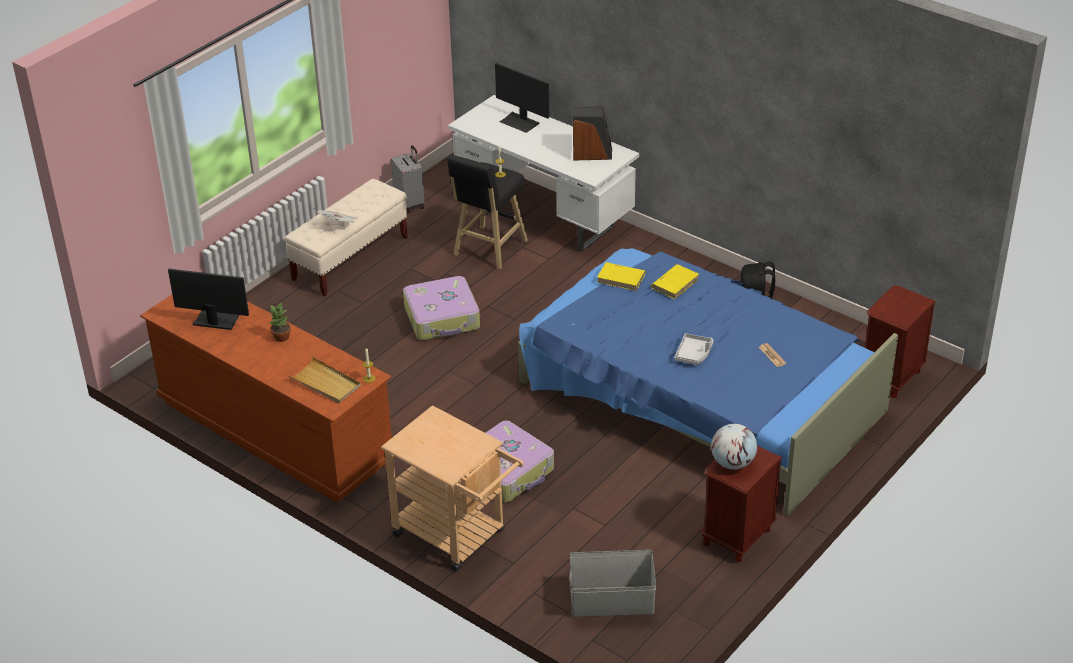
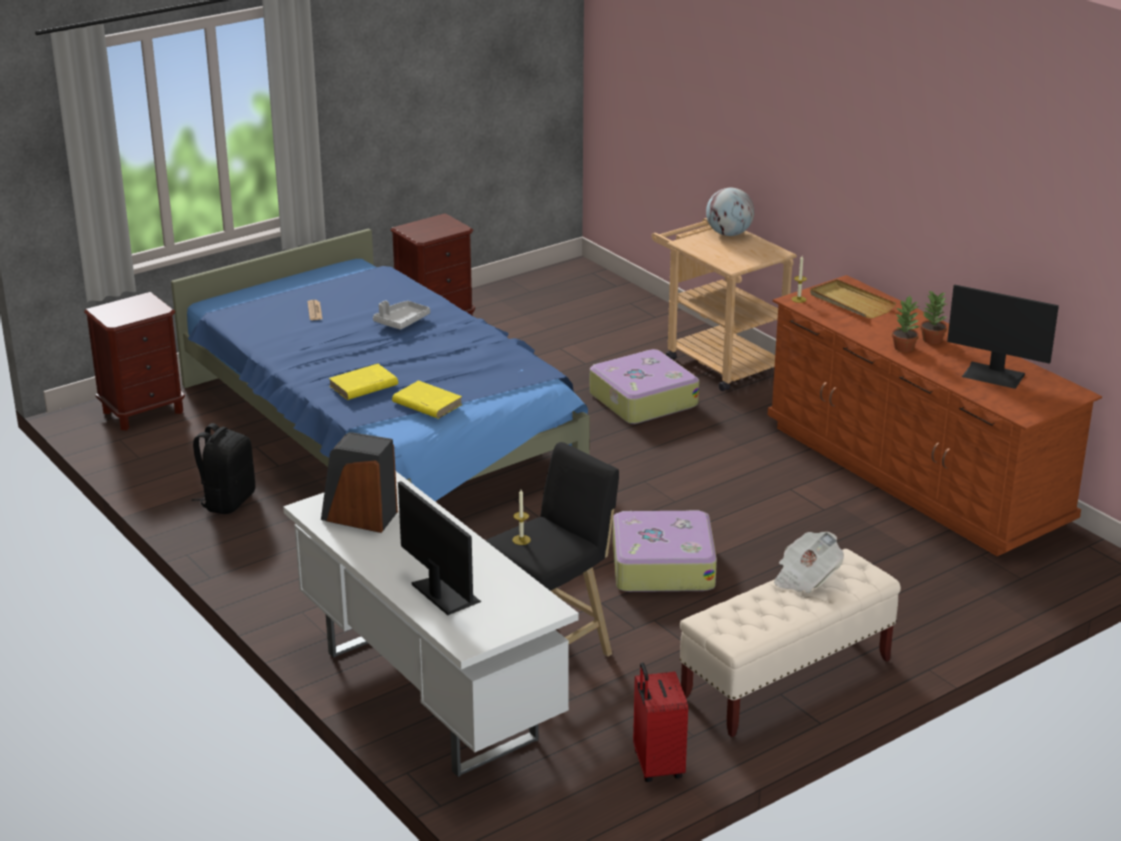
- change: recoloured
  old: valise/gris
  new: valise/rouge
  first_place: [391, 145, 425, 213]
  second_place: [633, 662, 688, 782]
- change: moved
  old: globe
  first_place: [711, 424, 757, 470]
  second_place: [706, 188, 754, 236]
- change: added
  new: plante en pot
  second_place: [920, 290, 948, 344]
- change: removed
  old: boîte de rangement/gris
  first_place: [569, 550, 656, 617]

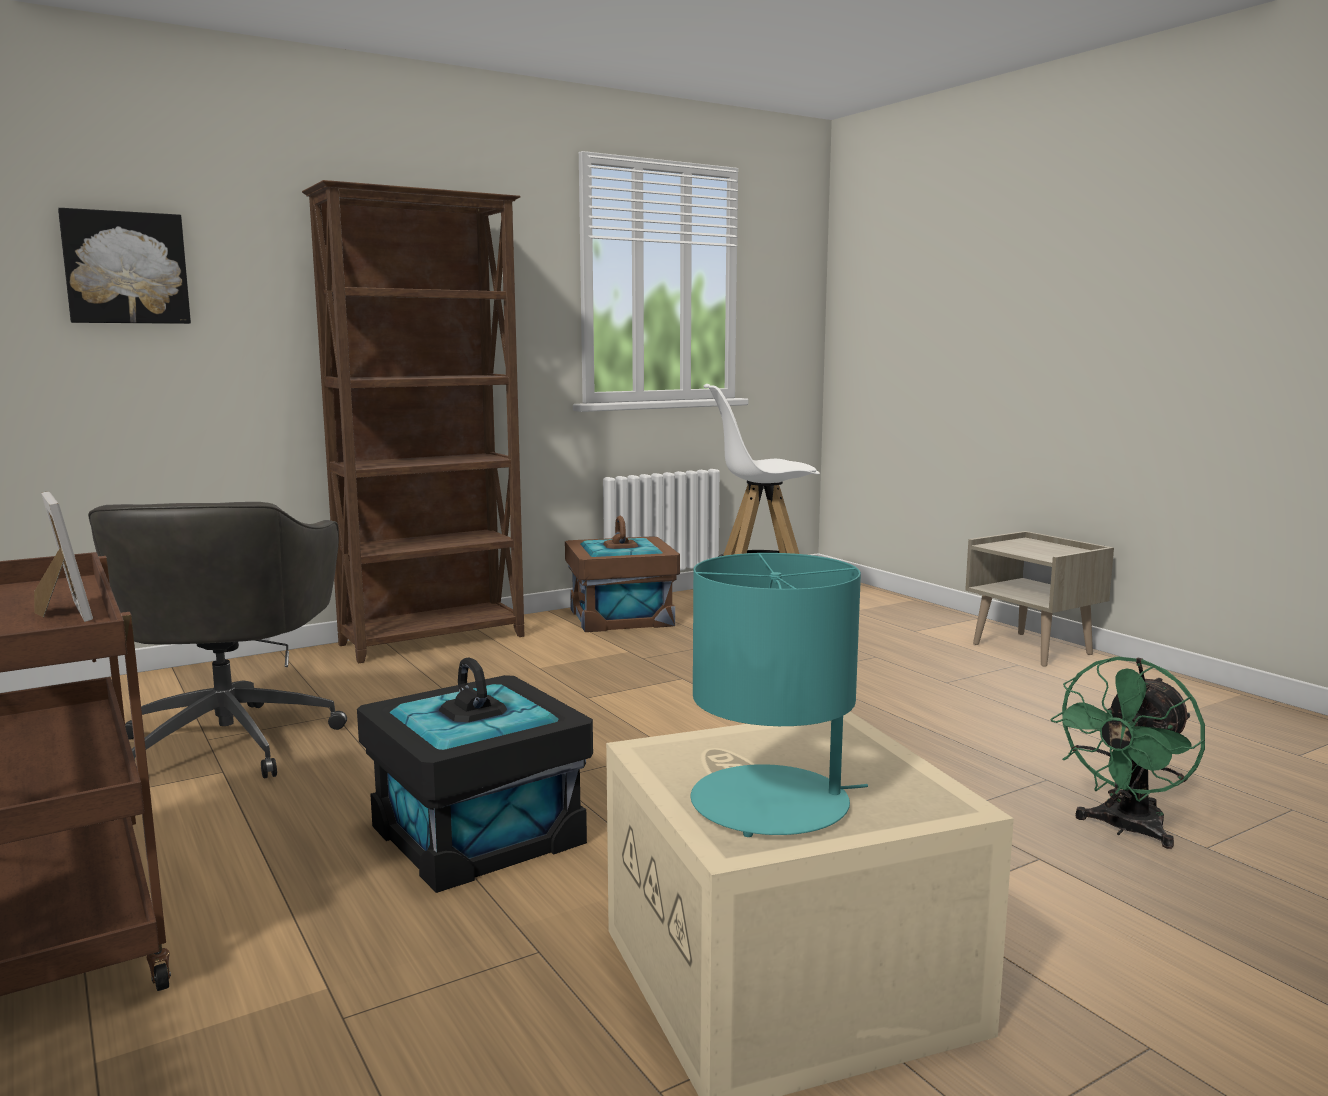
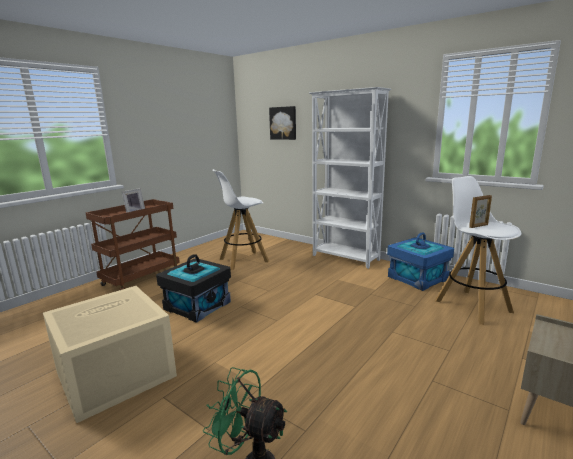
- change: replaced
  old: chaise de bureau/gris
  new: tabouret/blanc
  first_place: [88, 502, 347, 779]
  second_place: [212, 169, 269, 270]
- change: recoloured
  old: bibliothèque/marron
  new: bibliothèque/blanc
  first_place: [302, 180, 524, 663]
  second_place: [309, 87, 391, 269]
- change: recoloured
  old: boîte de rangement/marron
  new: boîte de rangement/bleu
  first_place: [565, 516, 680, 632]
  second_place: [387, 232, 454, 291]
- change: added
  new: cadre photo
  second_place: [469, 195, 492, 228]
- change: removed
  old: lampe de table/turquoise
  first_place: [691, 553, 868, 837]

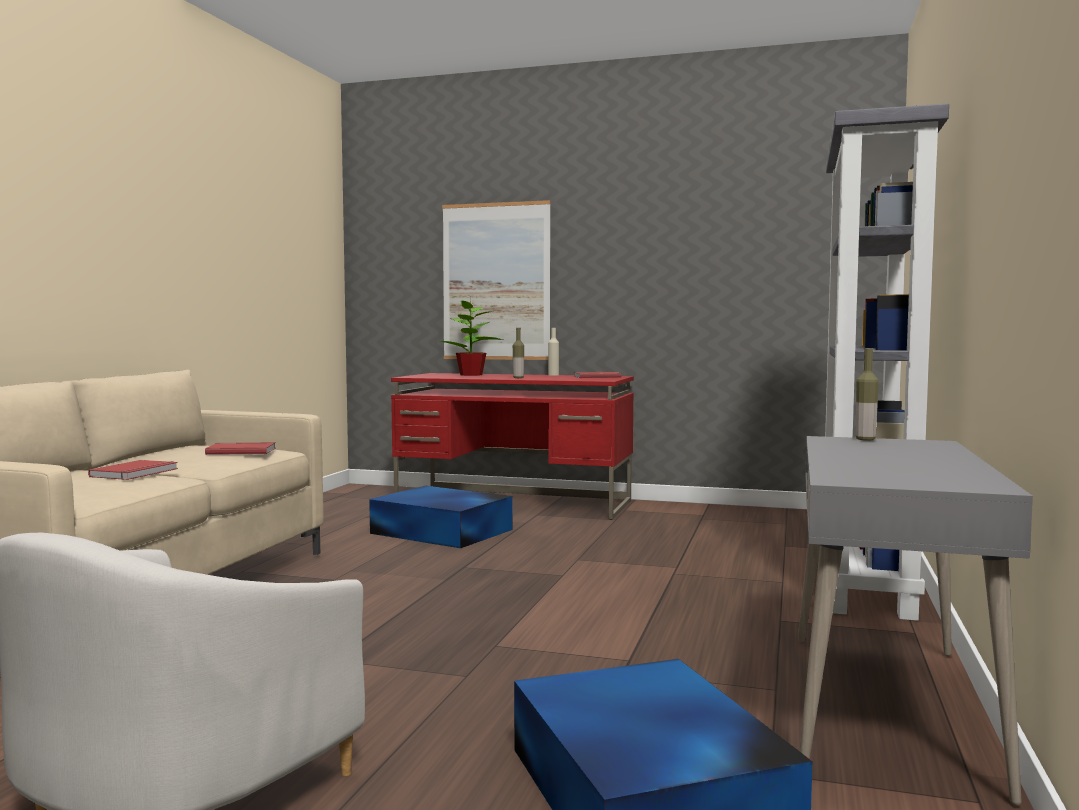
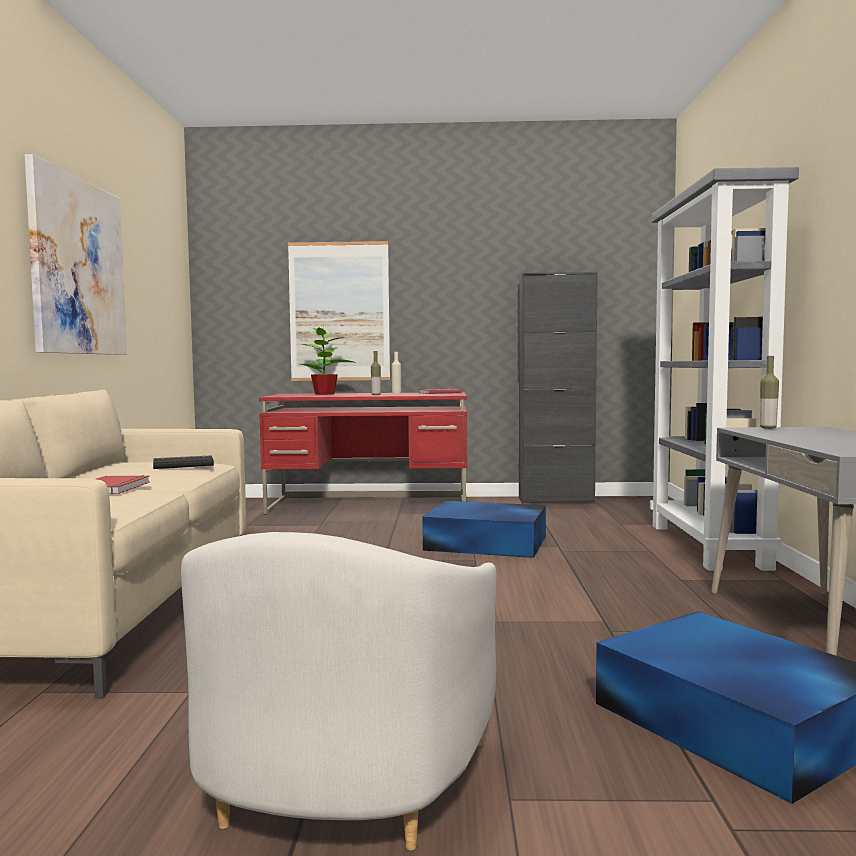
- change: added
  new: tableau
  second_place: [25, 154, 127, 355]
- change: recoloured
  old: livre/rouge
  new: livre/noir
  first_place: [205, 442, 276, 455]
  second_place: [153, 455, 214, 469]
- change: moved
  old: boîte de rangement/bleu
  first_place: [369, 486, 513, 548]
  second_place: [422, 501, 546, 558]
- change: added
  new: meuble de rangement/noir
  second_place: [519, 272, 598, 504]

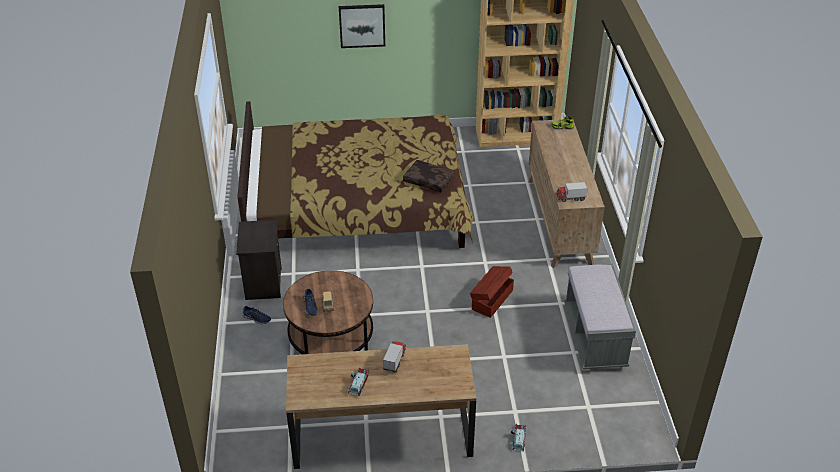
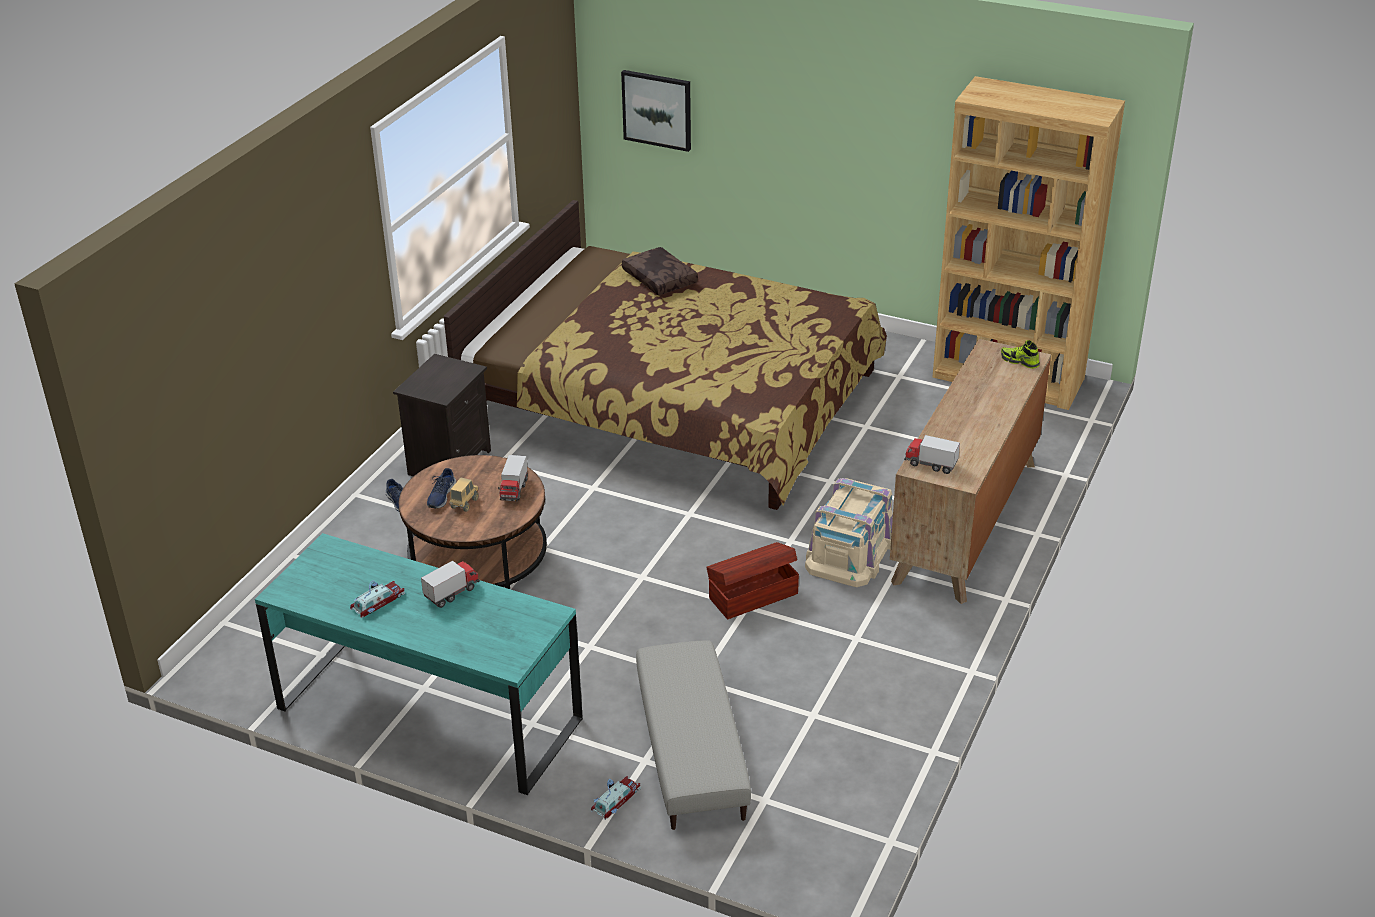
- change: recoloured
  old: bureau/marron
  new: bureau/turquoise
  first_place: [286, 344, 477, 469]
  second_place: [255, 533, 583, 795]
- change: added
  new: camion jouet
  second_place: [498, 455, 528, 501]
- change: moved
  old: tableau
  first_place: [339, 4, 385, 48]
  second_place: [621, 70, 691, 152]
- change: moved
  old: coussin/marron
  first_place: [403, 160, 455, 193]
  second_place: [622, 247, 698, 295]
- change: added
  new: pouf/gris
  second_place: [636, 640, 751, 830]
- change: added
  new: boîte de rangement/beige
  second_place: [805, 478, 893, 587]
- change: removed
  old: banc/gris
  first_place: [564, 264, 636, 369]

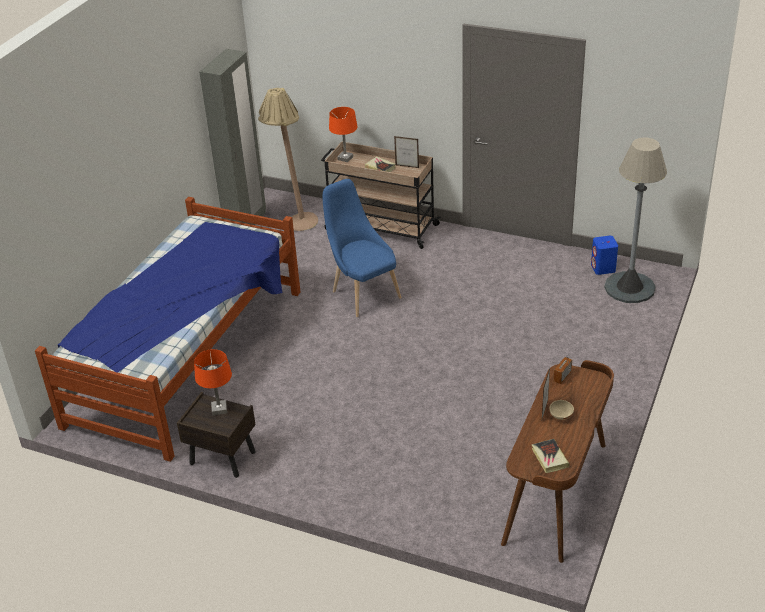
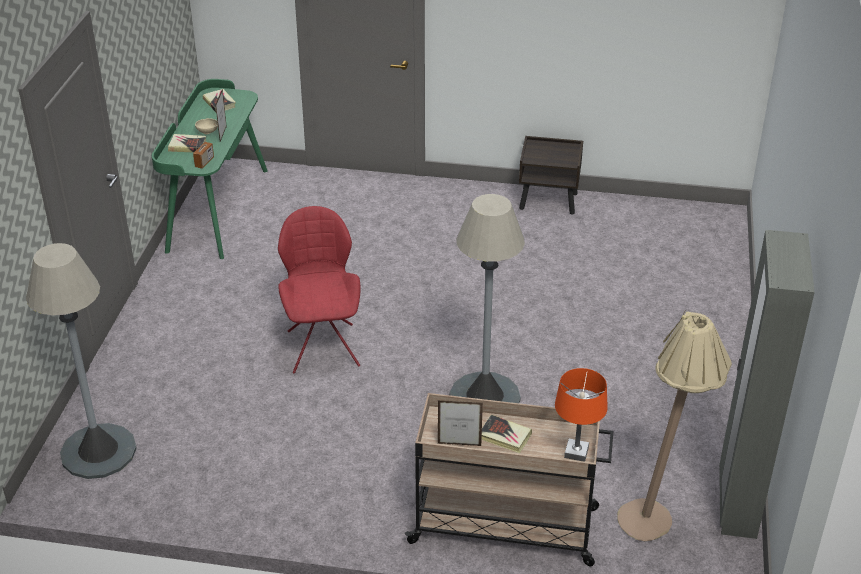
- change: recoloured
  old: bureau/marron
  new: bureau/vert
  first_place: [501, 360, 614, 563]
  second_place: [152, 79, 268, 259]
- change: added
  new: livre
  second_place: [168, 134, 207, 152]
- change: added
  new: chaise/rouge
  second_place: [278, 206, 361, 374]
- change: replaced
  old: chaise/bleu
  new: lampadaire/gris
  first_place: [323, 179, 402, 317]
  second_place: [450, 194, 525, 403]
- change: removed
  old: lit
  first_place: [35, 197, 300, 462]
- change: removed
  old: lampe de table/orange
  first_place: [194, 349, 232, 415]
- change: removed
  old: enceinte/bleu
  first_place: [591, 236, 618, 275]

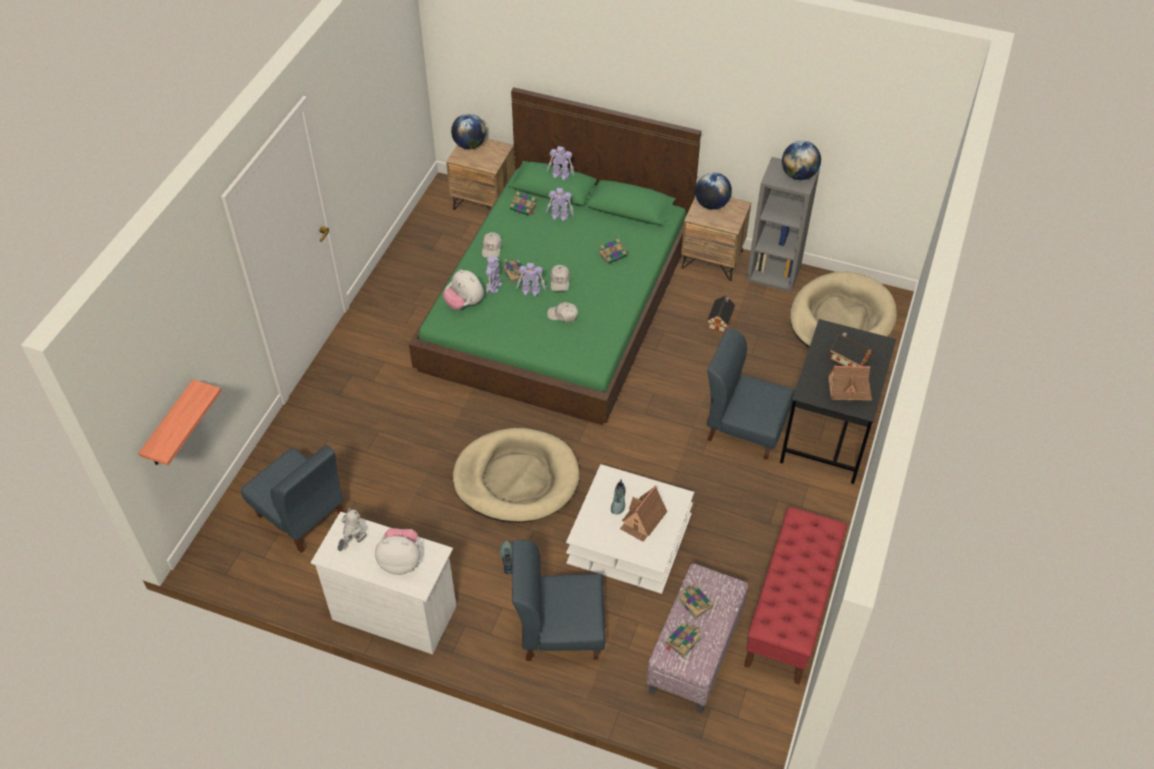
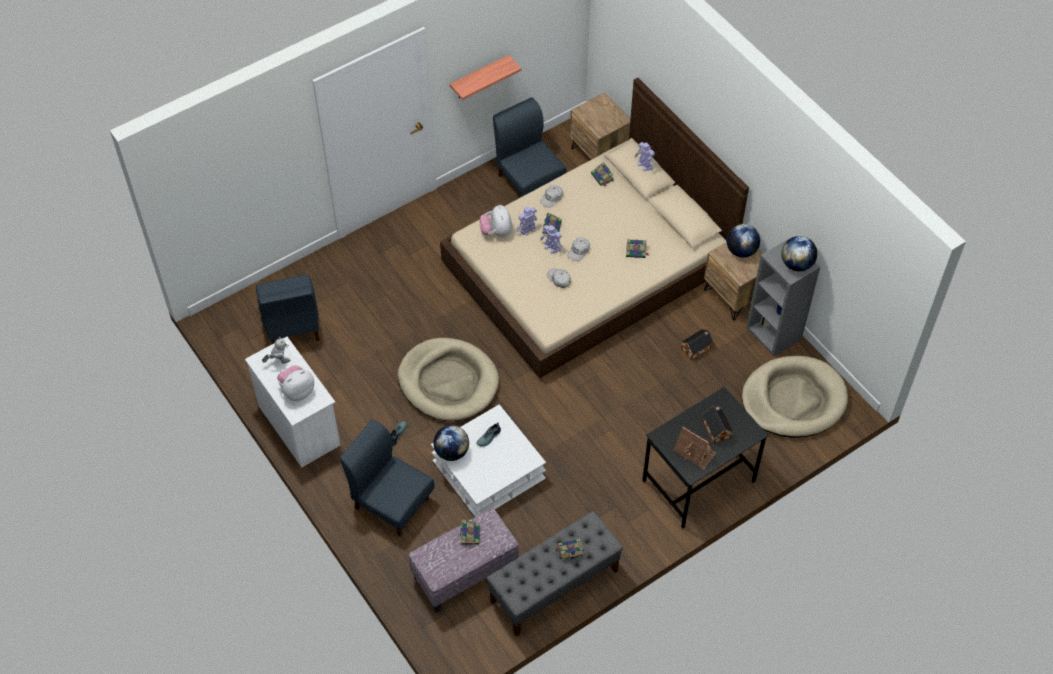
- change: turned
  old: peluche
  first_place: [375, 528, 420, 575]
  second_place: [277, 365, 314, 401]
  degrees: -75
- change: moved
  old: globe
  first_place: [451, 114, 486, 149]
  second_place: [433, 425, 469, 461]
- change: recoloured
  old: lit/vert
  new: lit/beige
  first_place: [409, 87, 701, 425]
  second_place: [440, 78, 749, 378]
- change: moved
  old: étagère
  first_place: [138, 380, 221, 465]
  second_place: [450, 55, 521, 100]
- change: recoloured
  old: banc/rouge
  new: banc/gris
  first_place: [744, 507, 847, 684]
  second_place: [487, 511, 623, 637]
- change: moved
  old: chaise/bleu
  first_place: [706, 328, 795, 459]
  second_place: [493, 97, 567, 196]
- change: moved
  old: livre
  first_place: [665, 623, 701, 658]
  second_place: [555, 539, 584, 561]
- change: removed
  old: robot jouet
  first_place: [546, 188, 574, 221]
- change: removed
  old: maison miniature
  first_place: [620, 485, 668, 542]

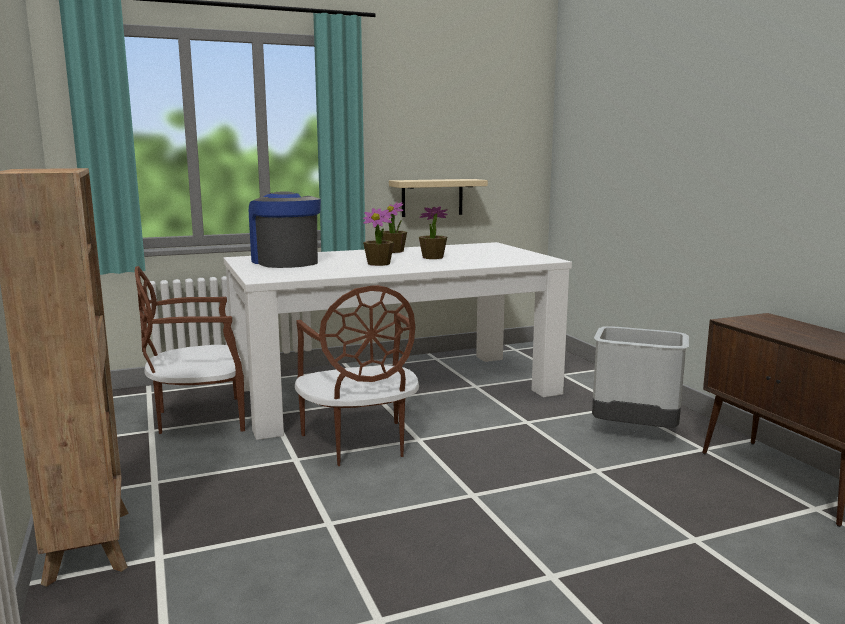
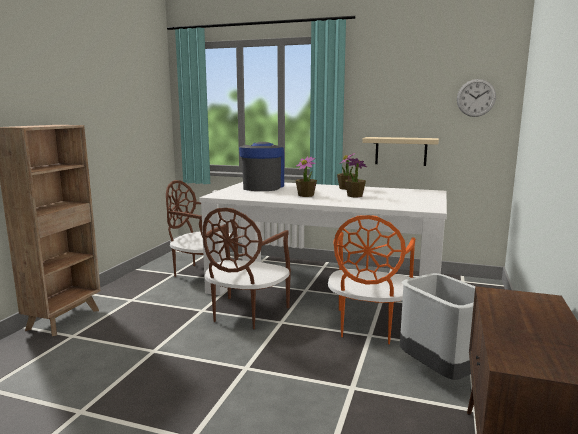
- change: added
  new: chaise/orange
  second_place: [328, 215, 415, 344]
- change: added
  new: horloge murale
  second_place: [457, 79, 496, 117]

